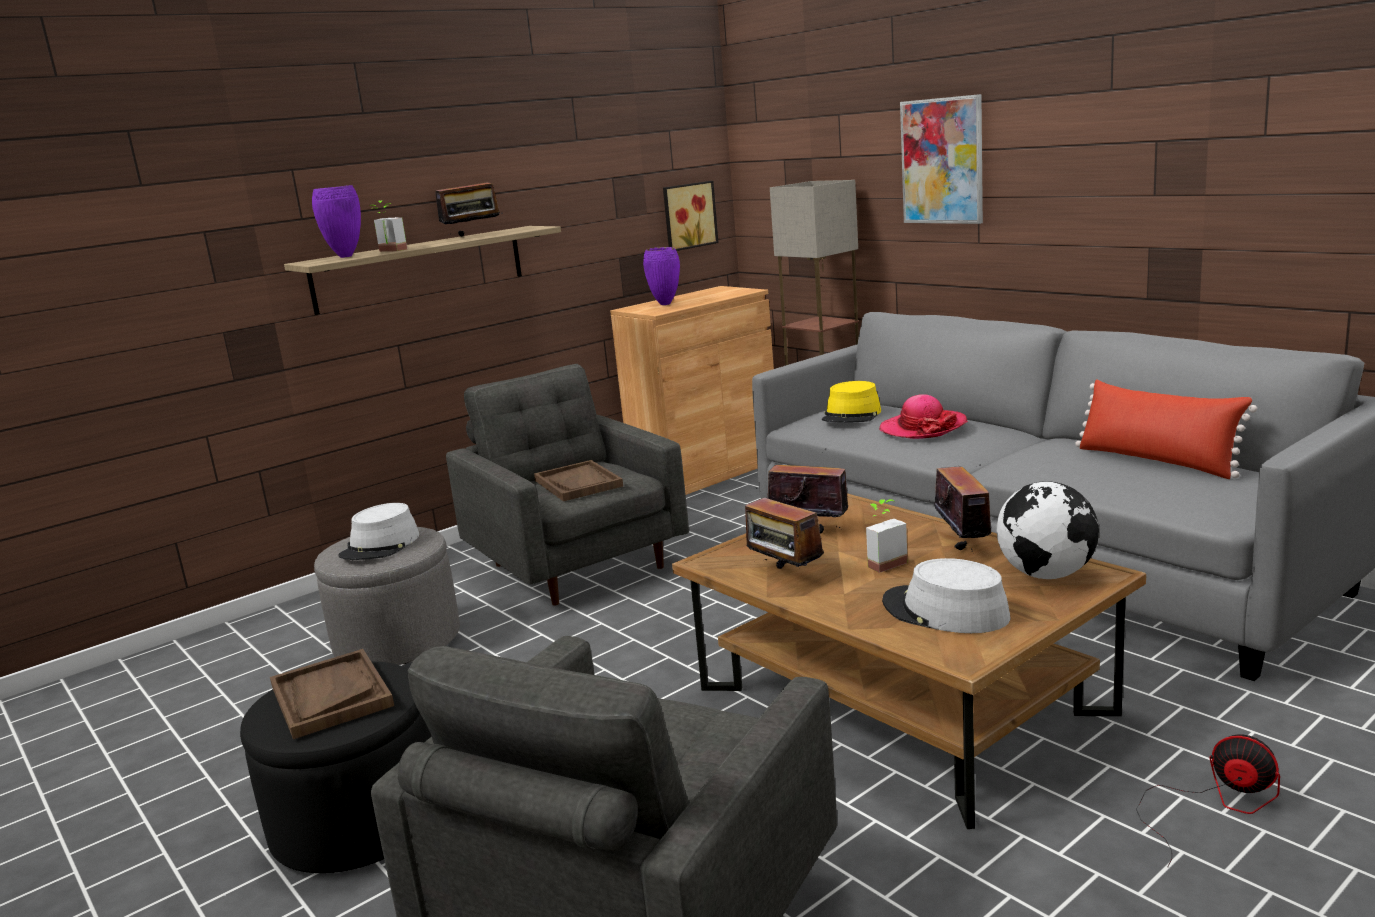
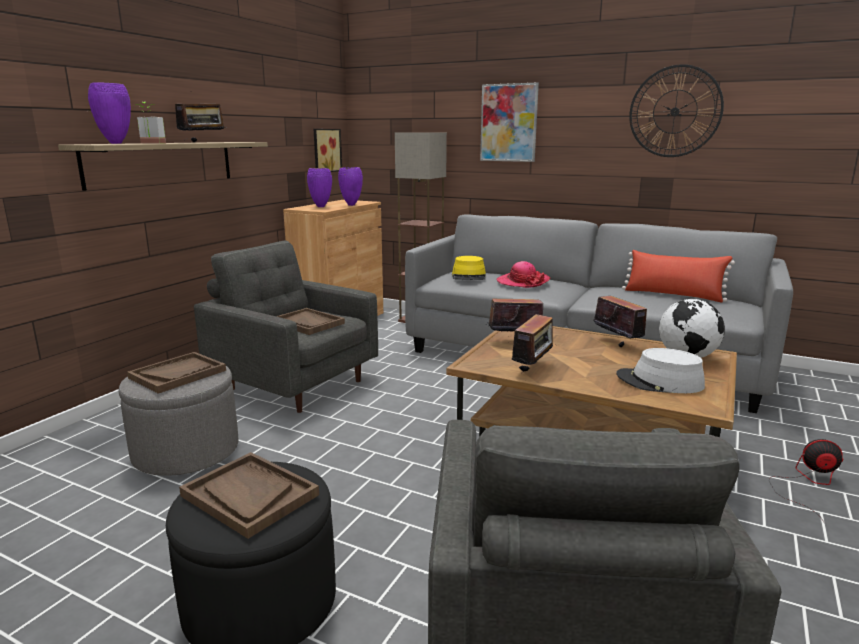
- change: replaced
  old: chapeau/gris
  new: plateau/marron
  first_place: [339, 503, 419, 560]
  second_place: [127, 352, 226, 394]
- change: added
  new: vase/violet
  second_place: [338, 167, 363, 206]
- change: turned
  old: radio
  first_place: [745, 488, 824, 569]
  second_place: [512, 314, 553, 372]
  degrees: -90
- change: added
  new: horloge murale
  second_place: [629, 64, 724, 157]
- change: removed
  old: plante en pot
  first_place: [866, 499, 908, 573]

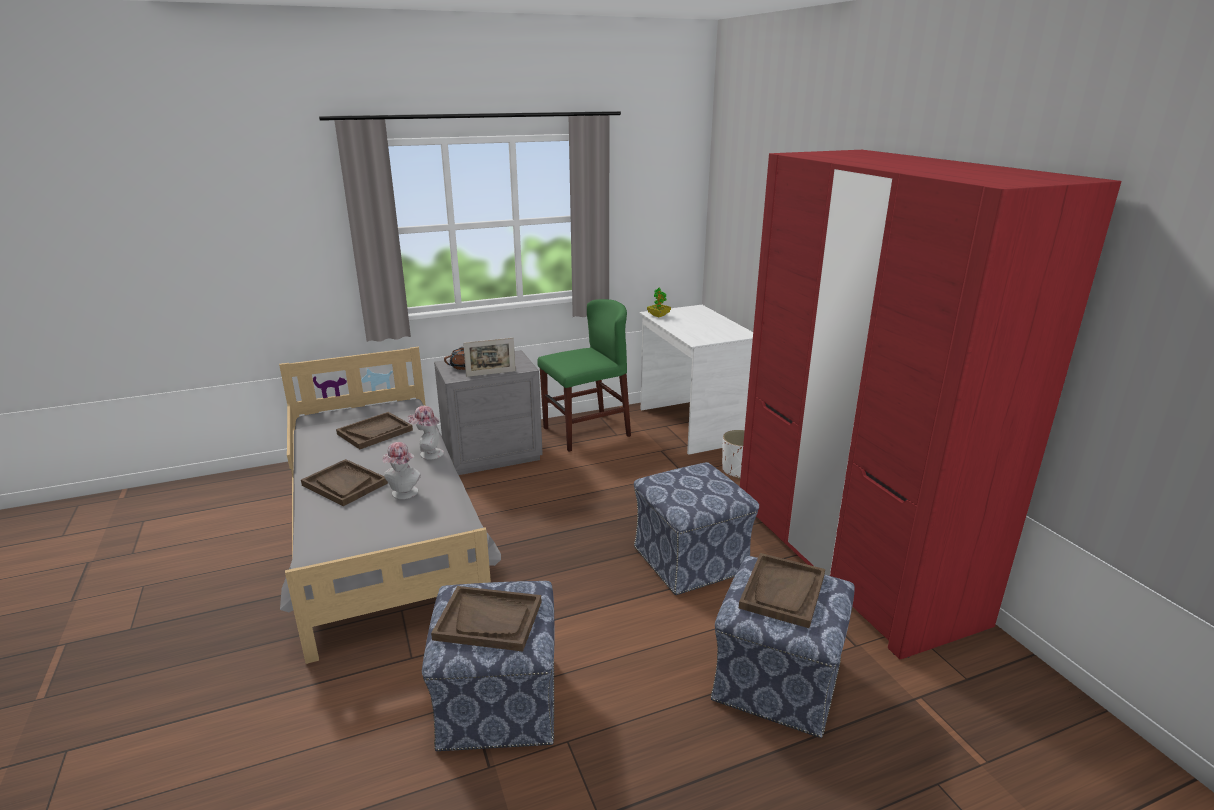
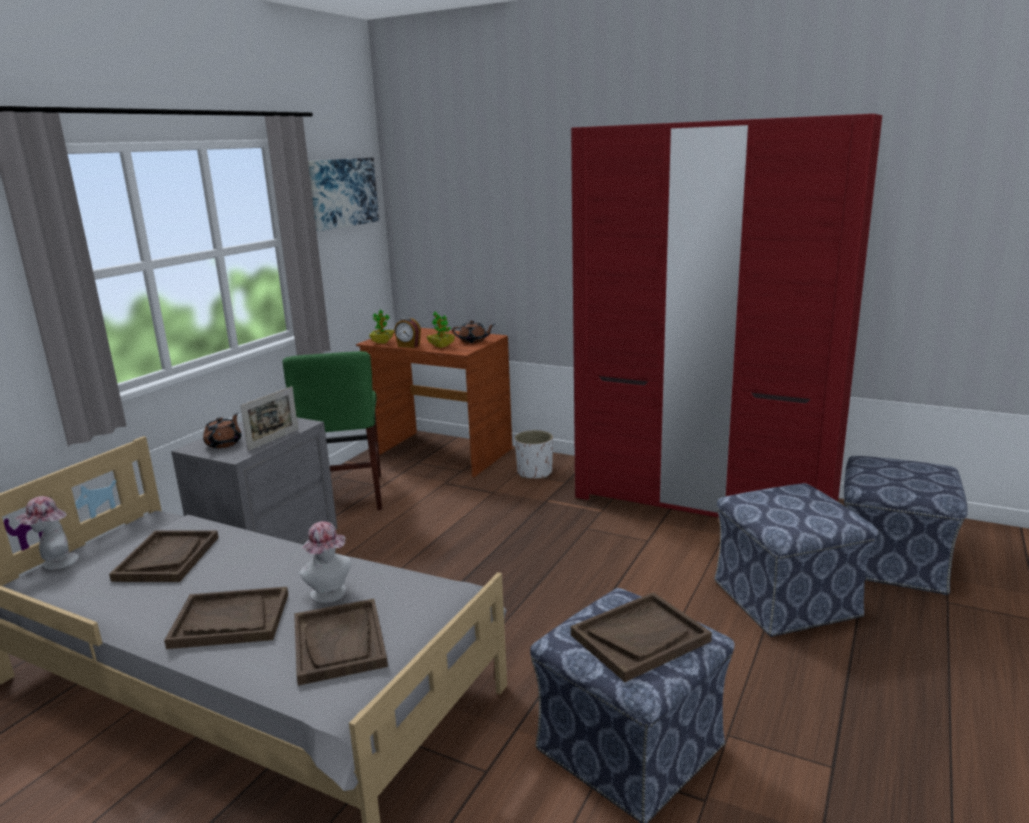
- change: moved
  old: chapeau
  first_place: [407, 406, 444, 460]
  second_place: [15, 496, 79, 570]
- change: turned
  old: chaise/vert
  first_place: [537, 299, 631, 452]
  second_place: [282, 351, 382, 510]
  degrees: 150
- change: moved
  old: plateau/marron
  first_place: [739, 553, 825, 628]
  second_place: [294, 599, 388, 686]
- change: added
  new: tableau
  second_place: [308, 158, 379, 231]
- change: recoloured
  old: bureau/blanc
  new: bureau/marron
  first_place: [640, 305, 753, 455]
  second_place: [356, 328, 512, 477]
- change: added
  new: réveil
  second_place: [394, 318, 421, 348]
- change: added
  new: plante en pot
  second_place: [427, 312, 455, 348]
- change: added
  new: théière/marron
  second_place: [452, 320, 495, 343]
- change: moved
  old: pouf
  first_place: [634, 462, 759, 595]
  second_place: [844, 456, 968, 595]

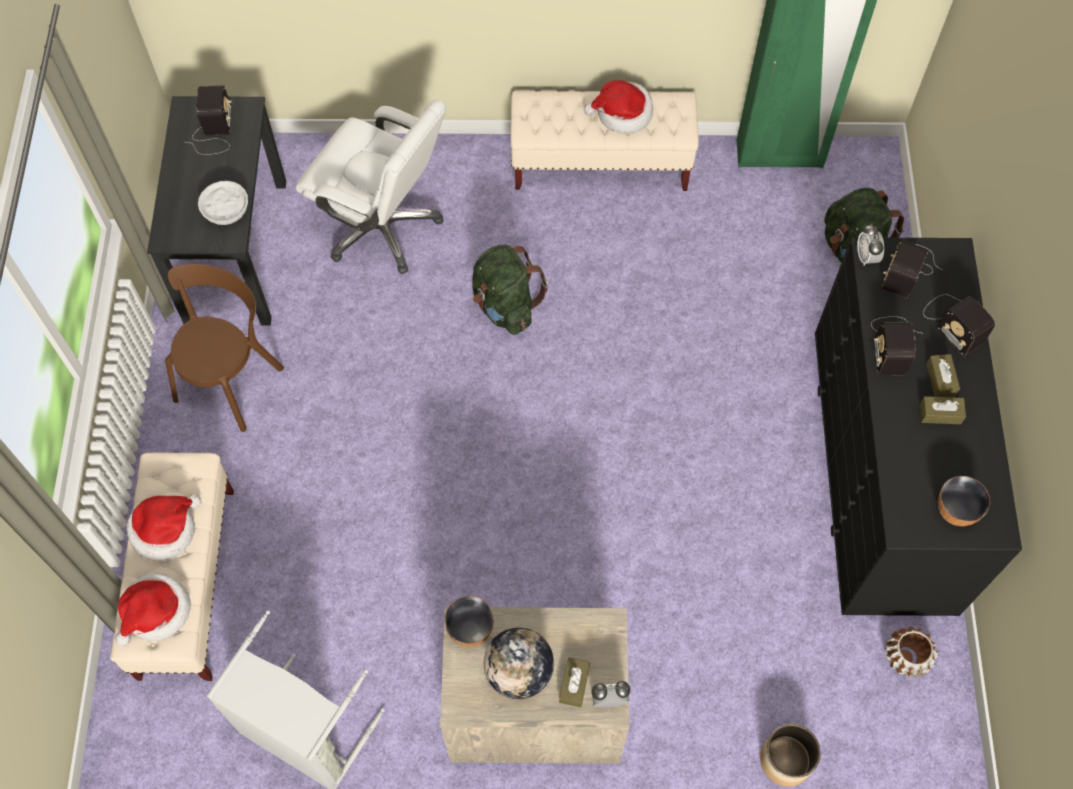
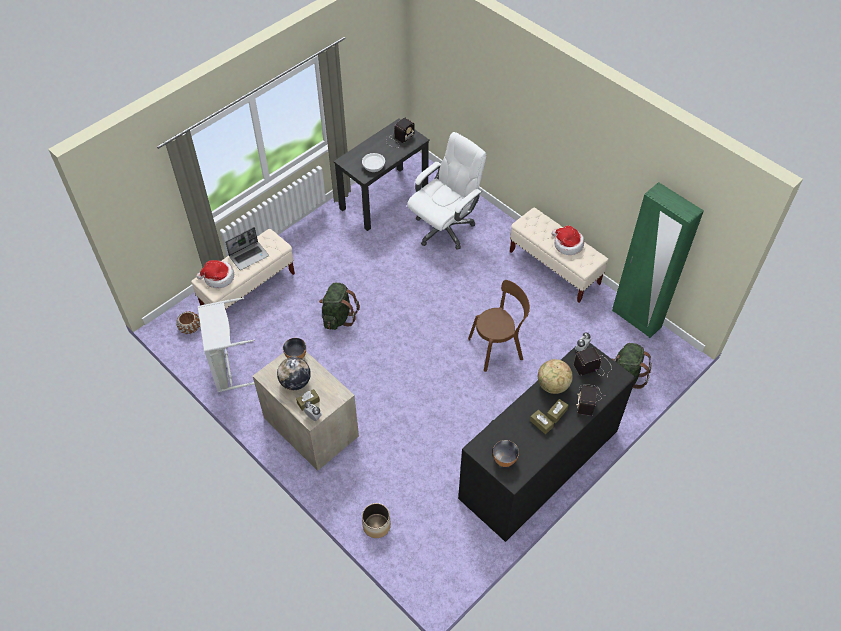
- change: moved
  old: cache-pot/marron
  first_place: [885, 626, 938, 678]
  second_place: [176, 311, 200, 334]
- change: replaced
  old: chapeau
  new: ordinateur portable
  first_place: [126, 494, 201, 561]
  second_place: [225, 227, 269, 270]
- change: moved
  old: sac à dos/vert
  first_place: [472, 245, 549, 335]
  second_place: [319, 283, 360, 330]
- change: turned
  old: chaise de bureau/blanc
  first_place: [295, 99, 446, 274]
  second_place: [407, 132, 487, 250]
  degrees: -120
- change: moved
  old: chaise/marron
  first_place: [165, 264, 284, 432]
  second_place: [468, 280, 530, 372]
- change: replaced
  old: radio
  new: globe
  first_place: [871, 316, 921, 375]
  second_place: [538, 359, 573, 394]

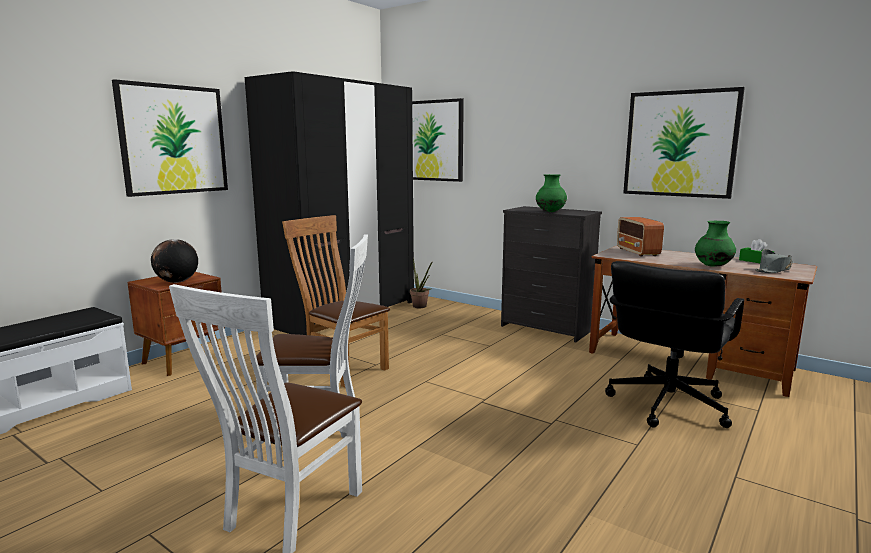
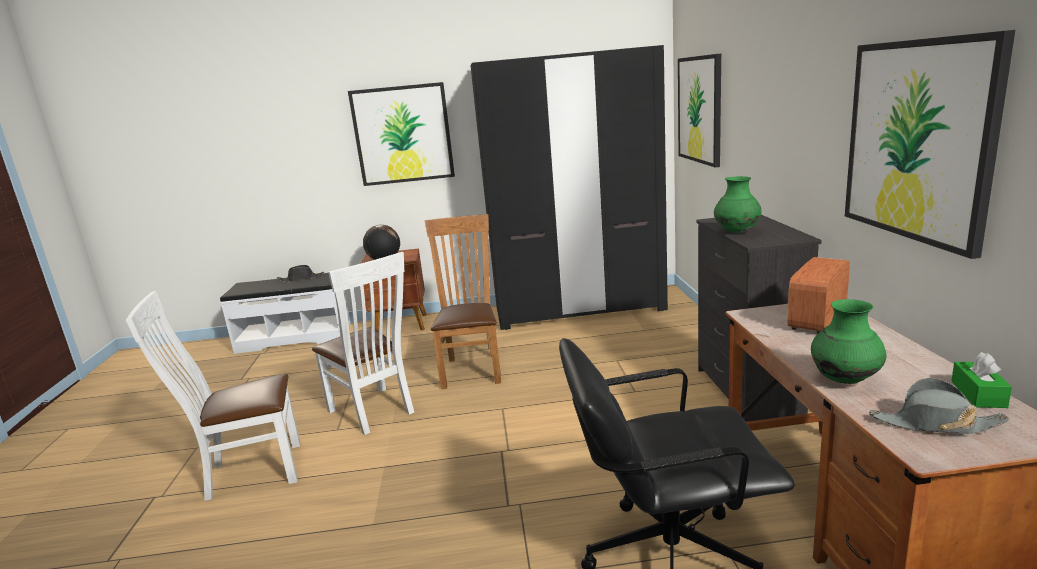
- change: added
  new: chapeau/noir
  second_place: [277, 265, 324, 283]
- change: removed
  old: plante en pot
  first_place: [410, 257, 433, 308]

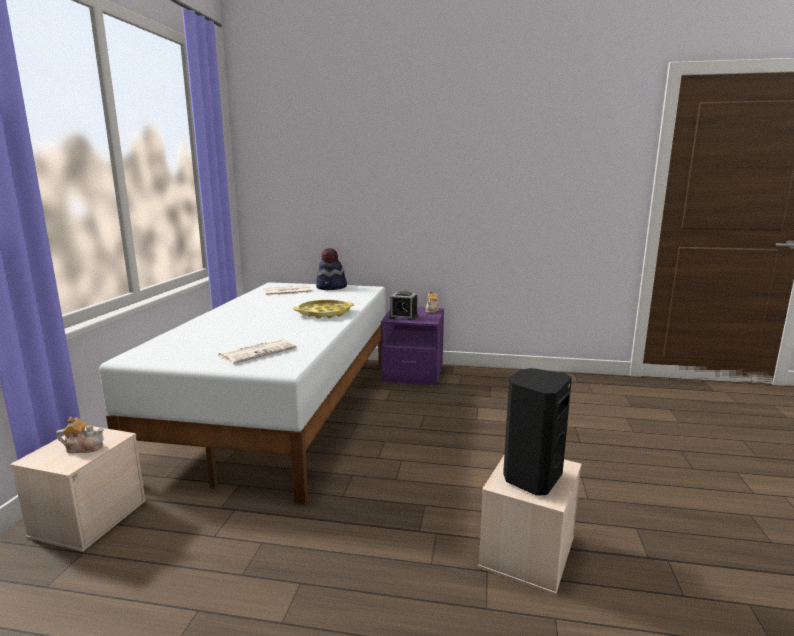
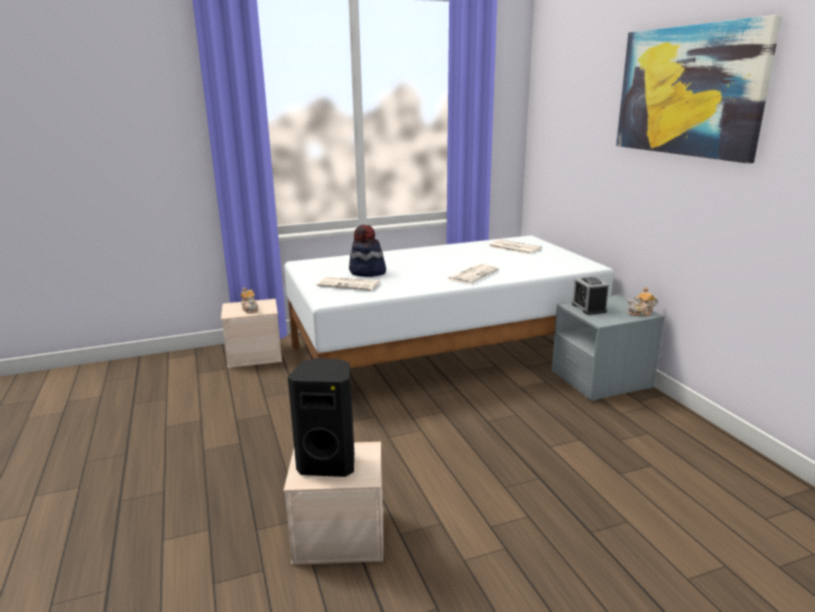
- change: moved
  old: chapeau
  first_place: [316, 248, 347, 290]
  second_place: [349, 225, 386, 277]
- change: replaced
  old: plateau/jaune
  new: journal
  first_place: [293, 300, 354, 319]
  second_place: [448, 264, 499, 284]
- change: recoloured
  old: table de chevet/violet
  new: table de chevet/gris
  first_place: [381, 307, 444, 386]
  second_place: [552, 295, 665, 401]
- change: added
  new: tableau
  second_place: [616, 15, 782, 163]

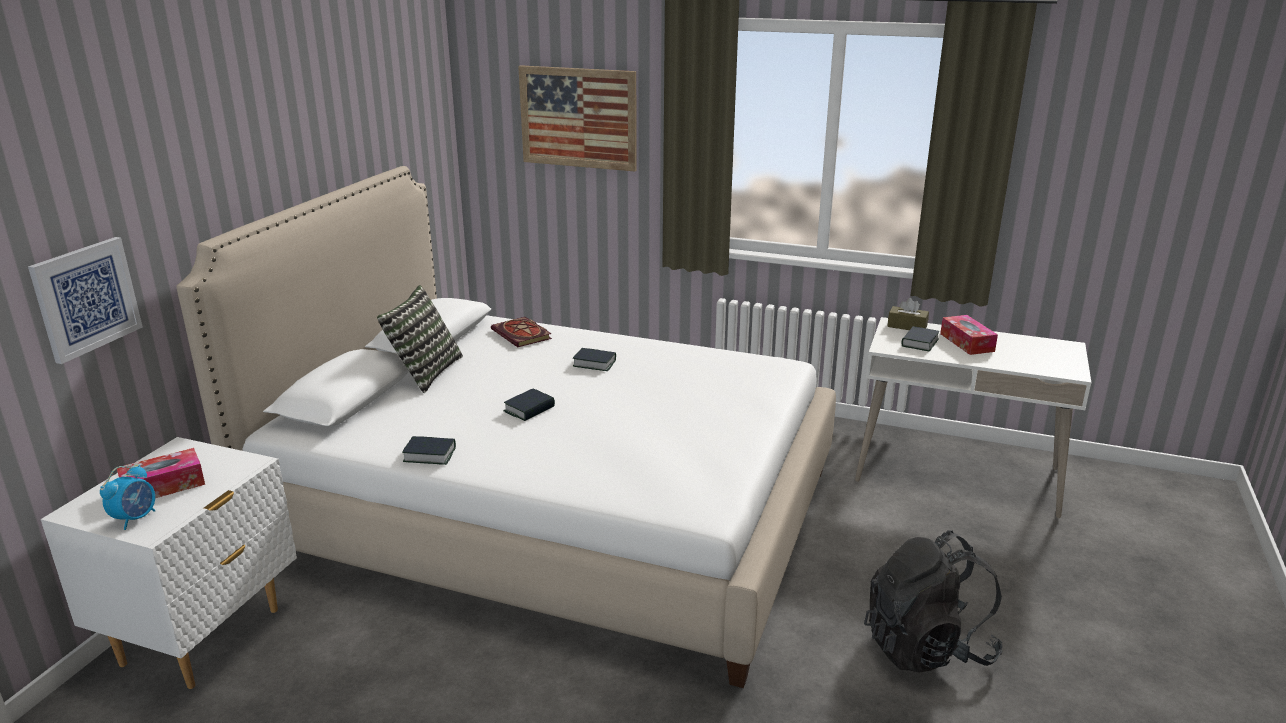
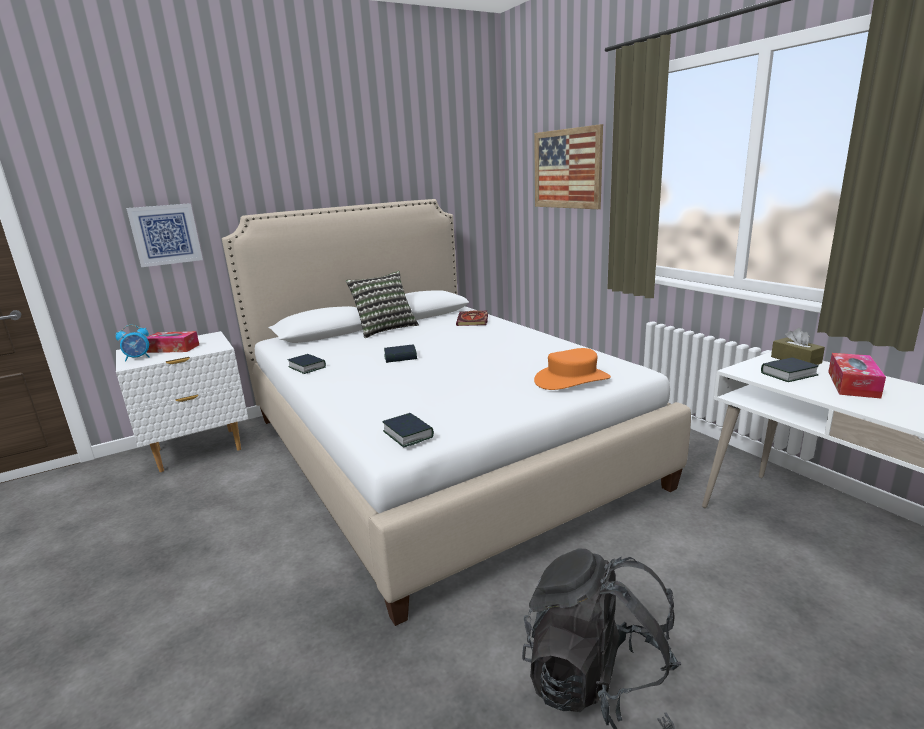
- change: moved
  old: livre
  first_place: [573, 348, 616, 371]
  second_place: [382, 413, 434, 448]
- change: added
  new: chapeau/orange
  second_place: [534, 348, 611, 390]

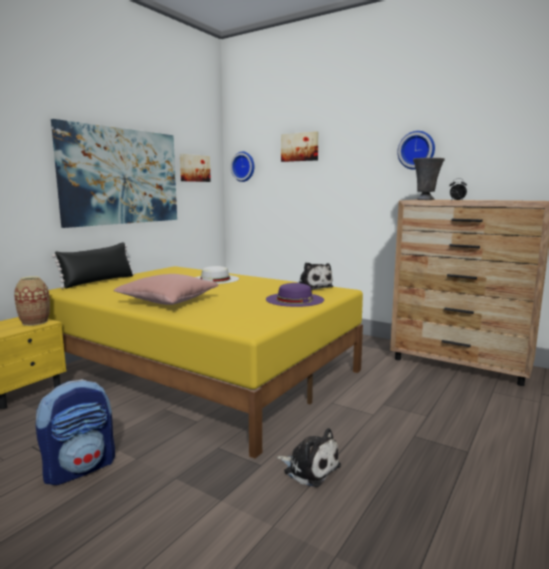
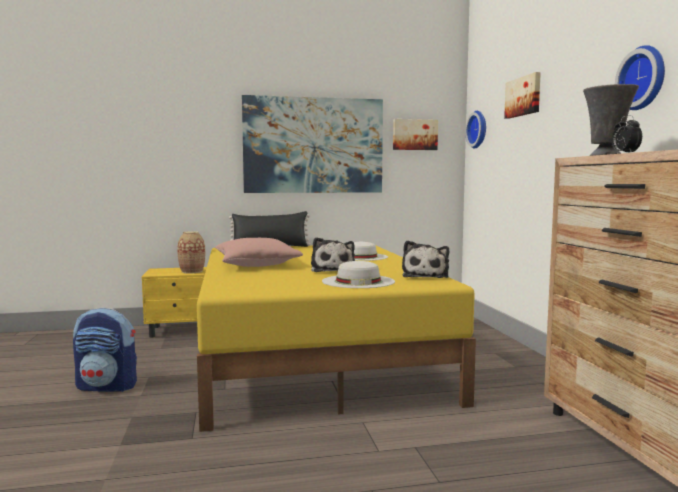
- change: moved
  old: peluche
  first_place: [276, 428, 341, 487]
  second_place: [311, 237, 355, 272]
- change: recoloured
  old: chapeau/violet
  new: chapeau/blanc
  first_place: [266, 283, 324, 307]
  second_place: [322, 261, 395, 288]

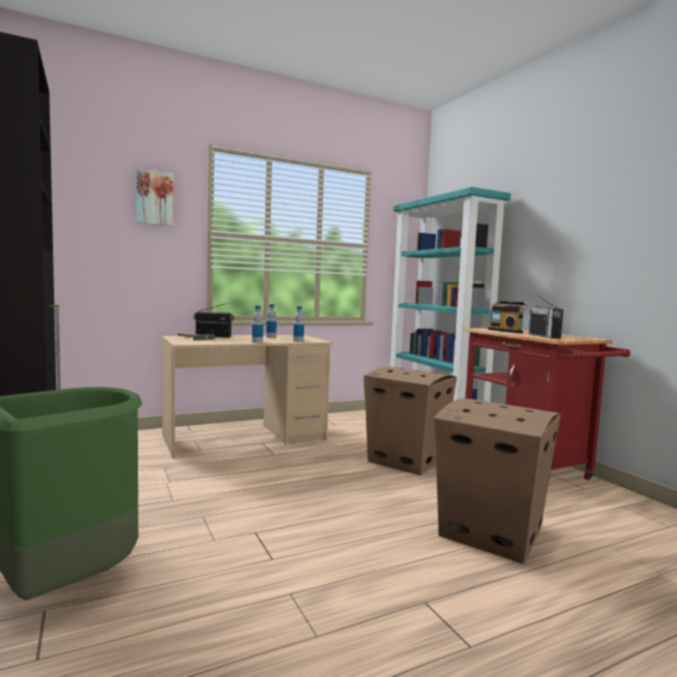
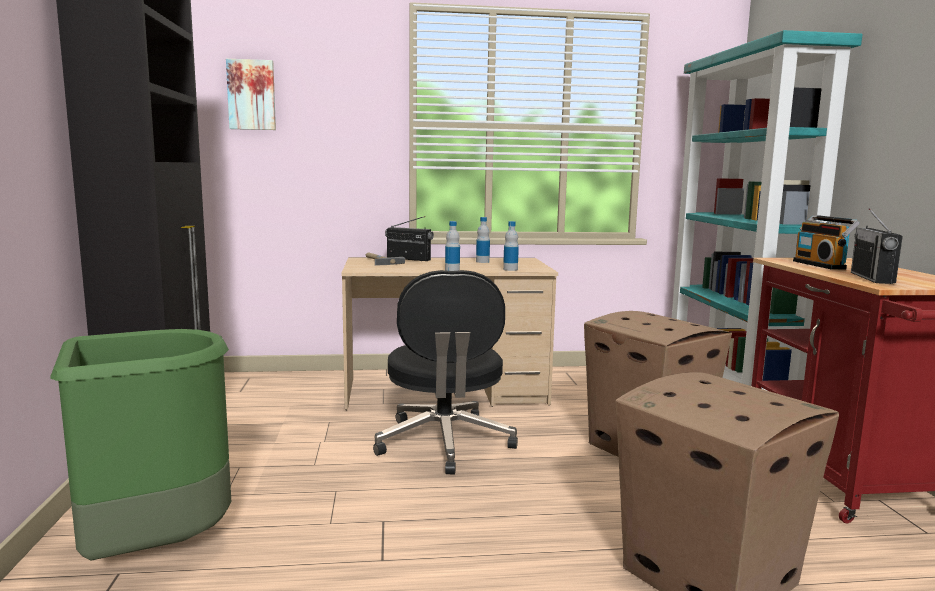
- change: moved
  old: tableau
  first_place: [136, 168, 174, 226]
  second_place: [226, 59, 276, 130]
- change: added
  new: chaise de bureau/noir
  second_place: [373, 270, 518, 475]

